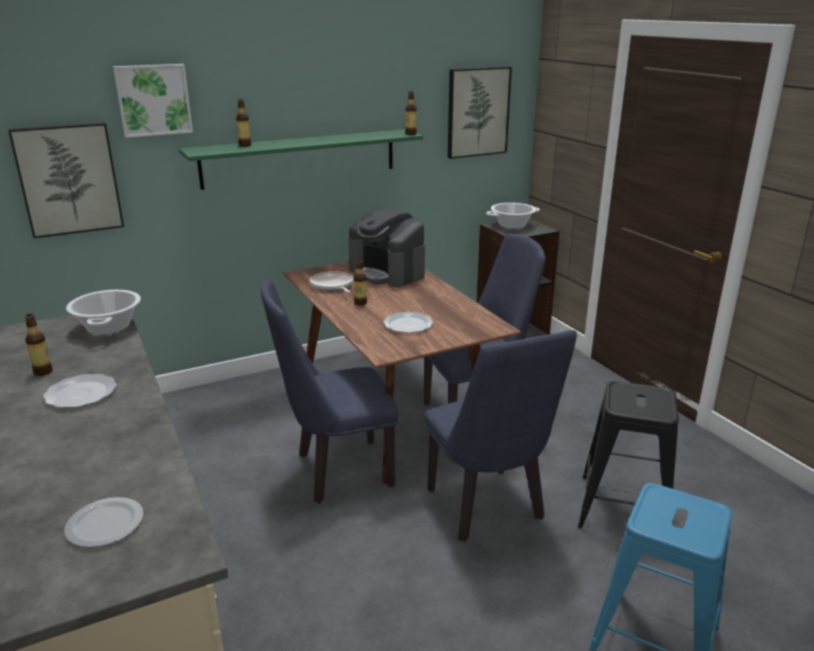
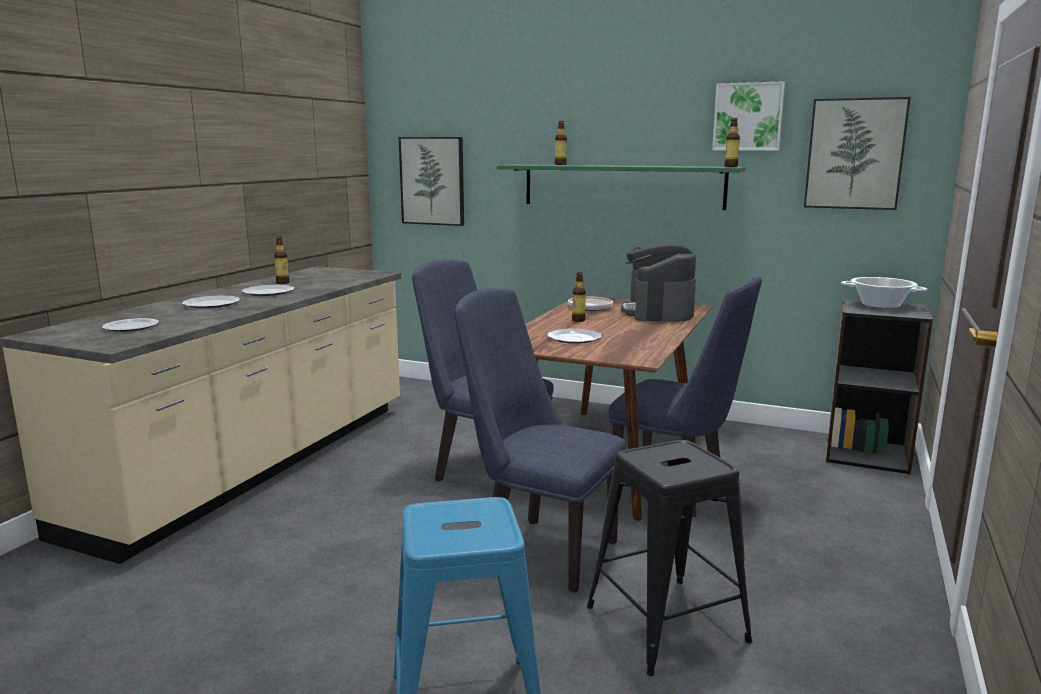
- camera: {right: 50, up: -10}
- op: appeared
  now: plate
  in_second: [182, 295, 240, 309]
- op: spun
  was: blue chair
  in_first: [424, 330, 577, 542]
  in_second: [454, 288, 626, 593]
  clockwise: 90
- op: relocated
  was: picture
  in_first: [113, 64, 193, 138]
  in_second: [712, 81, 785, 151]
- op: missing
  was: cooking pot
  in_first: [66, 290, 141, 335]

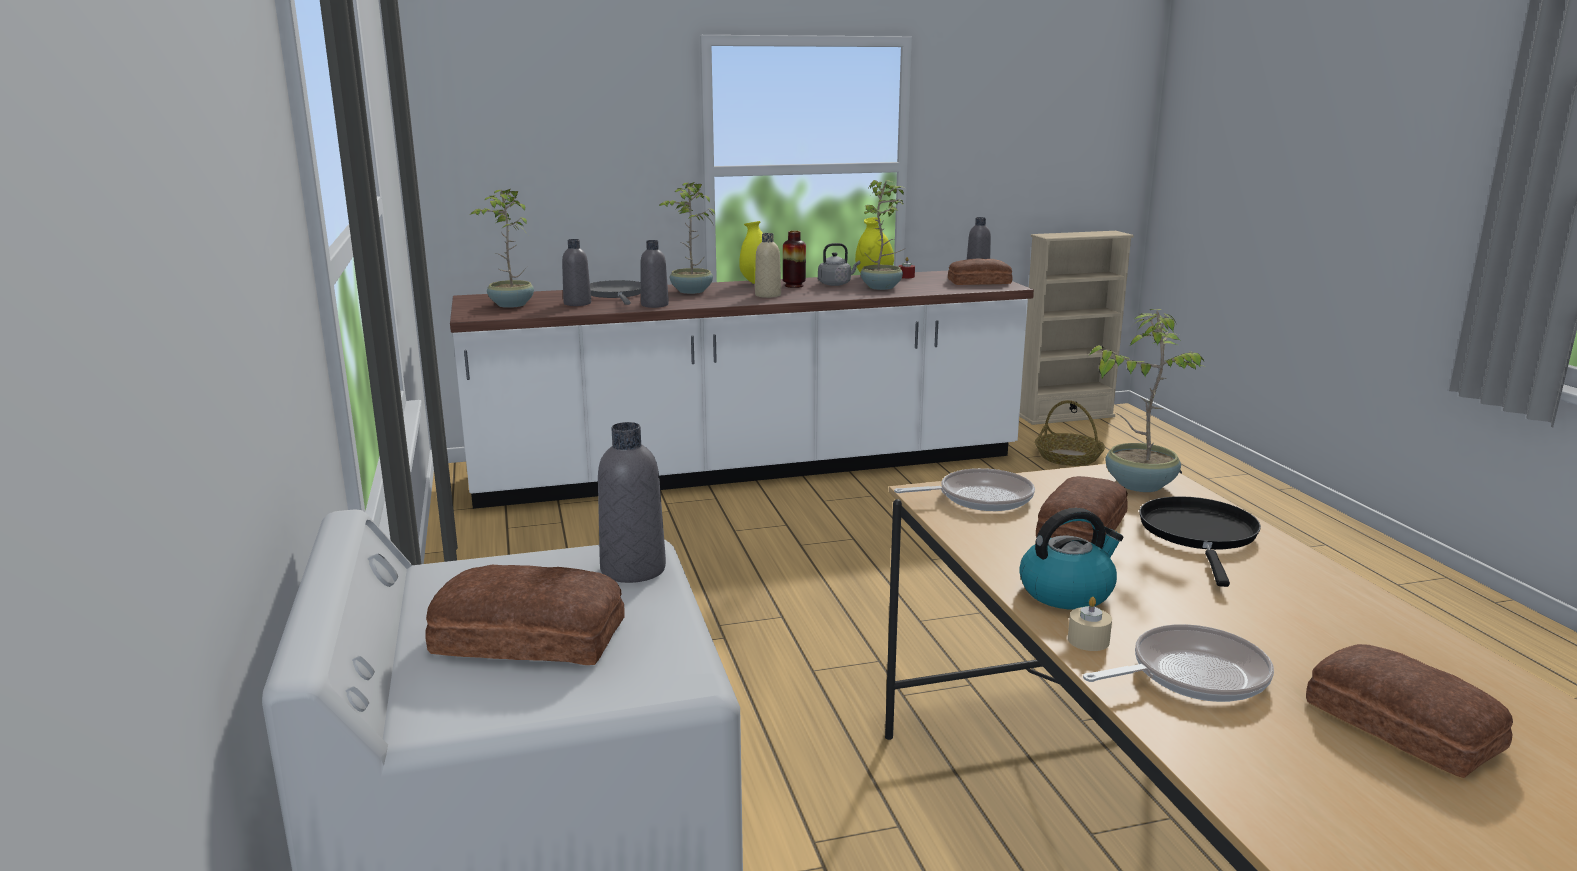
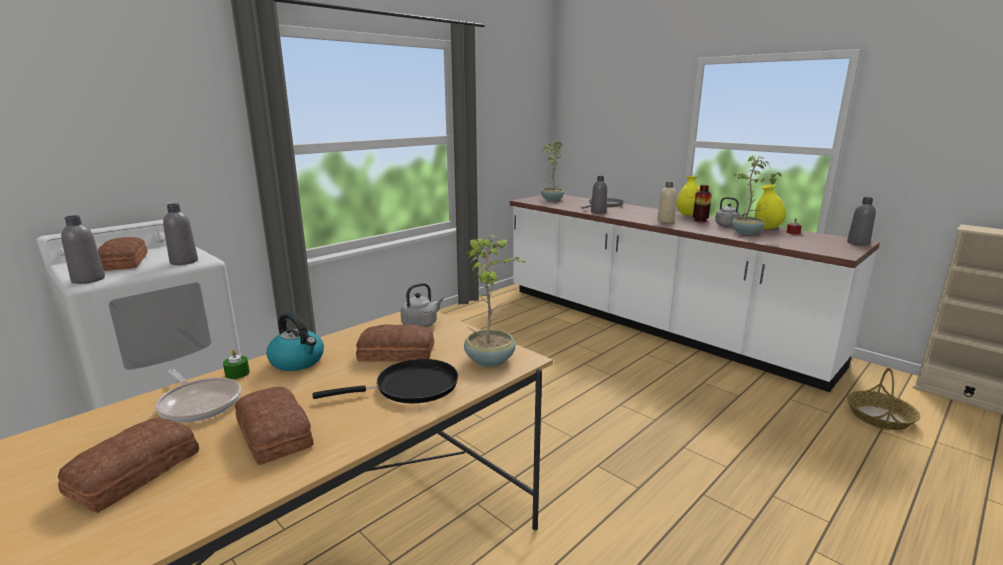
- camera: {right: 60, up: 0}
- op: relocated
  was: grey bottle
  in_first: [562, 239, 591, 306]
  in_second: [61, 215, 105, 284]
- op: colour
  was: beige candle
  now: green candle
  in_first: [1068, 597, 1112, 651]
  in_second: [223, 350, 250, 379]
- op: relocated
  was: bread
  in_first: [948, 258, 1013, 285]
  in_second: [235, 387, 314, 465]
- op: exchanged
  was: frying pan
  now: grey kettle
  in_first: [894, 468, 1035, 511]
  in_second: [400, 283, 444, 328]
- op: missing
  was: potted plant
  in_first: [659, 182, 715, 294]

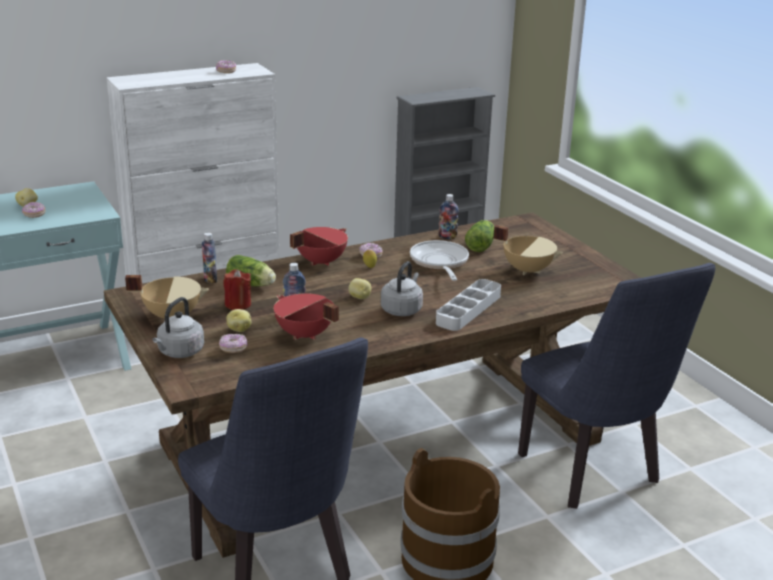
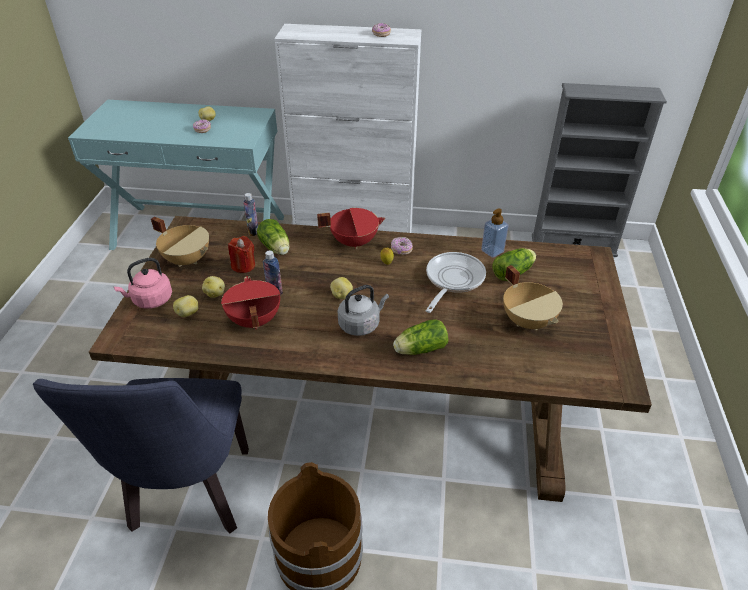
- camera: {right: 35, up: 15}
- op: colour
  was: grey kettle
  now: pink kettle
  in_first: [152, 297, 204, 358]
  in_second: [114, 258, 172, 309]
- op: exchanged
  was: donut
  now: potato
  in_first: [219, 334, 247, 353]
  in_second: [173, 295, 198, 317]
- op: exchanged
  was: grey tray
  now: lettuce
  in_first: [436, 279, 501, 331]
  in_second: [393, 319, 448, 355]
- op: exchanged
  was: bottle
  now: soap dispenser
  in_first: [438, 194, 459, 239]
  in_second: [481, 208, 509, 258]
- op: missing
  was: blue chair
  in_first: [518, 263, 715, 509]

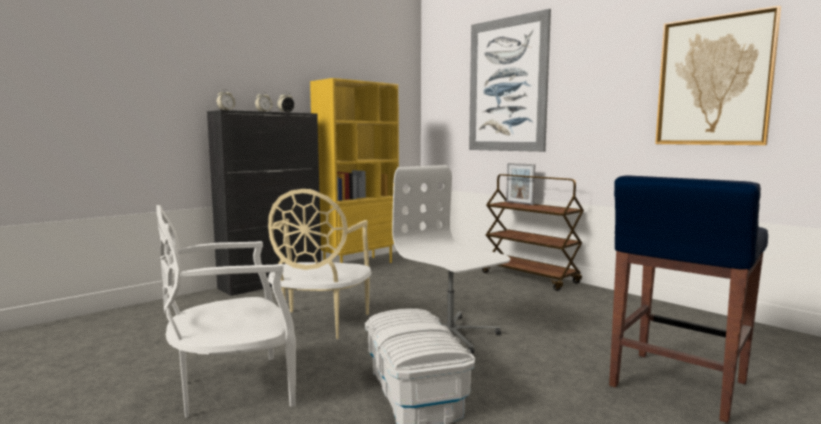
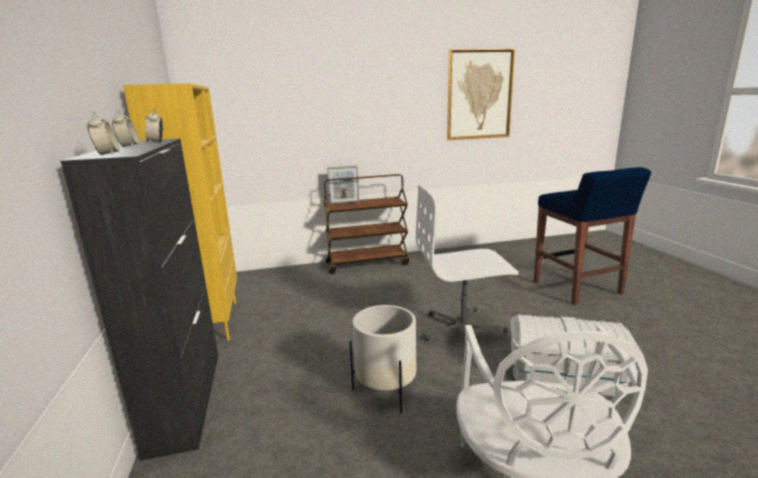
- camera: {right: -60, up: 10}
- op: exchanged
  was: beige chair
  now: white planter
  in_first: [268, 189, 371, 339]
  in_second: [349, 305, 417, 414]
- op: missing
  was: picture
  in_first: [469, 9, 551, 152]

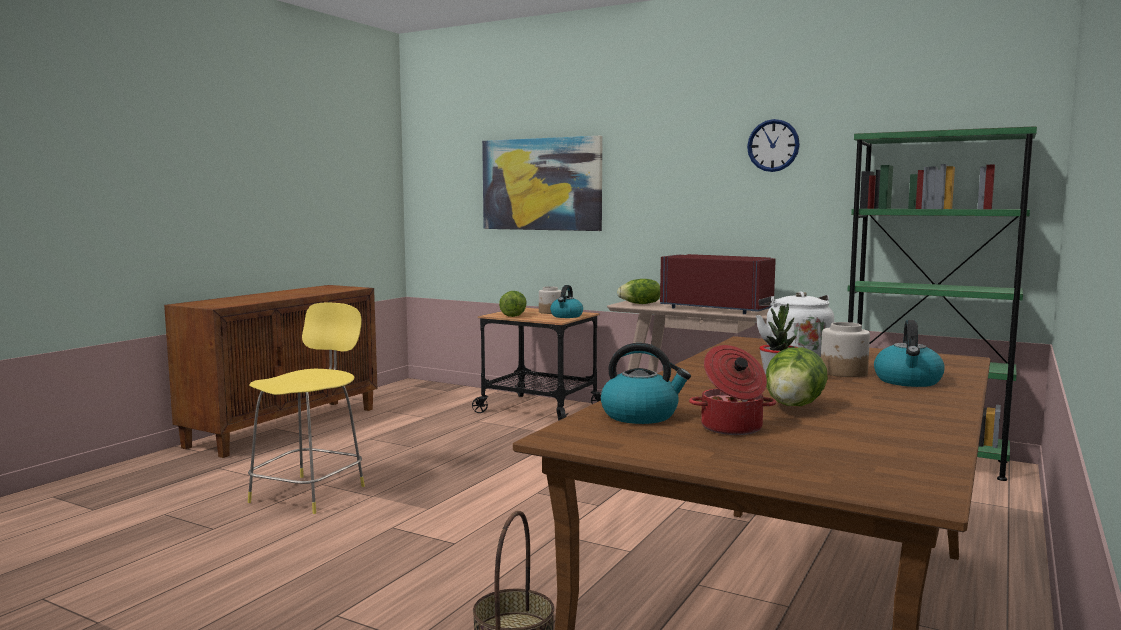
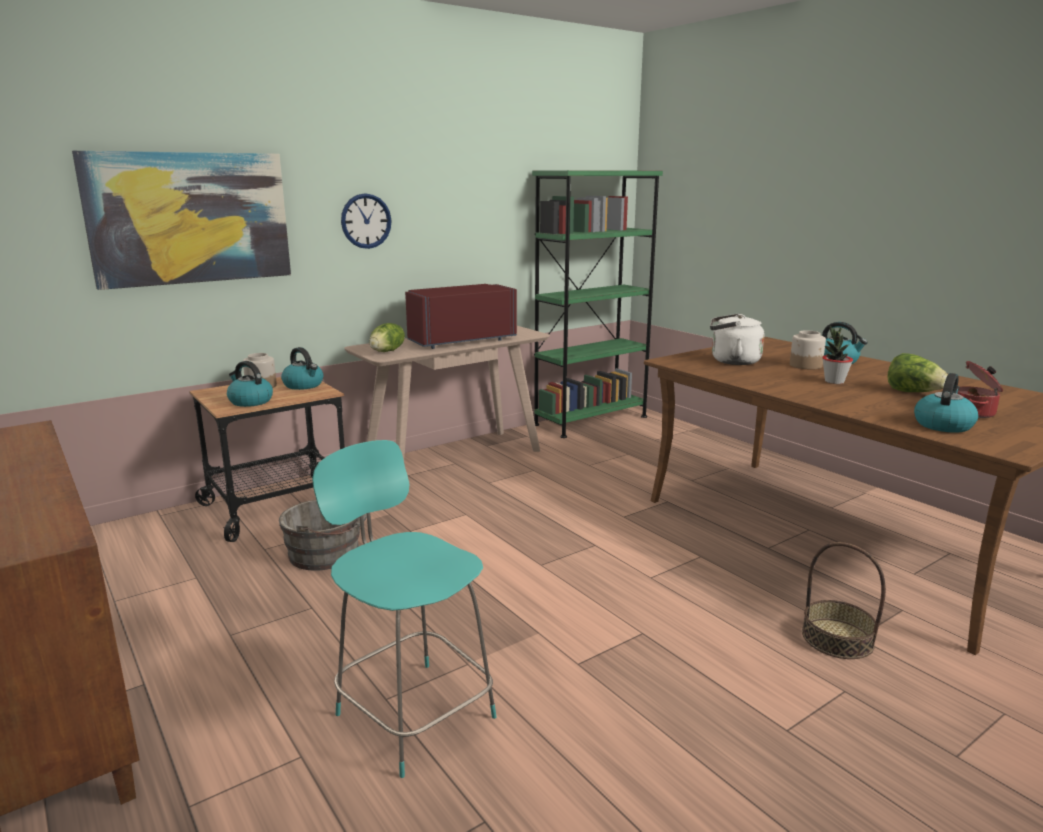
- camera: {right: -65, up: 10}
- op: exchanged
  was: lettuce
  now: kettle
  in_first: [499, 291, 527, 317]
  in_second: [227, 361, 273, 407]
- op: appeared
  now: grey bucket
  in_second: [279, 500, 367, 571]
- op: colour
  was: yellow stool
  now: turquoise stool
  in_first: [248, 302, 365, 514]
  in_second: [312, 440, 497, 778]
- op: relocated
  was: wall clock
  in_first: [747, 119, 800, 172]
  in_second: [341, 193, 392, 249]

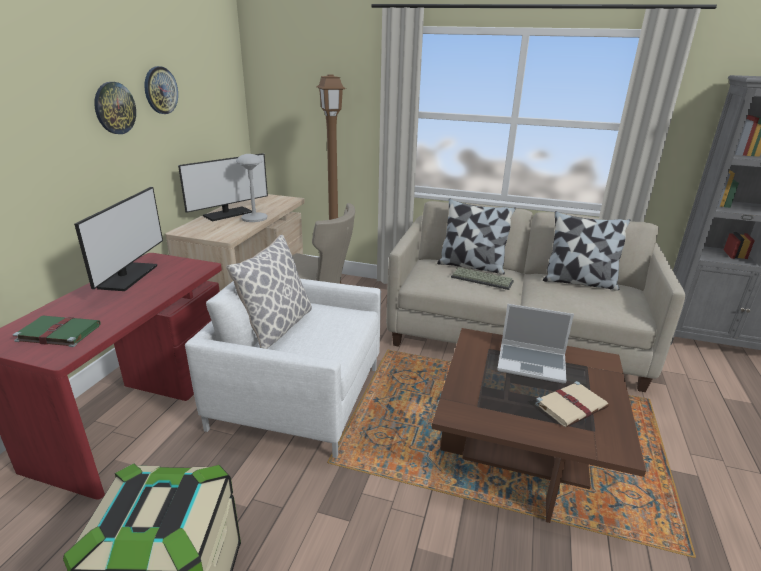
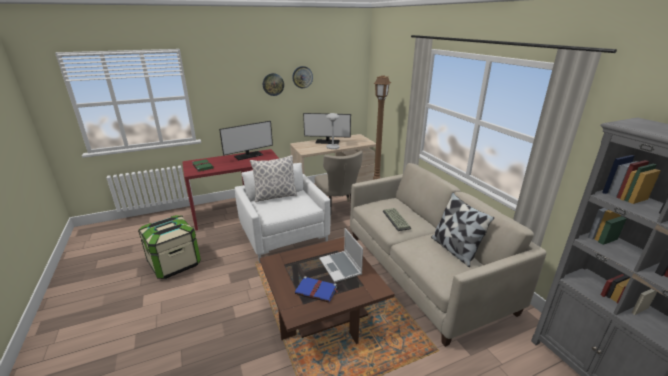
- camera: {right: 50, up: 0}
- op: colour
  was: beige book
  now: blue book
  in_first: [535, 381, 609, 427]
  in_second: [295, 276, 338, 302]
- op: missing
  was: pillow
  in_first: [437, 199, 516, 275]

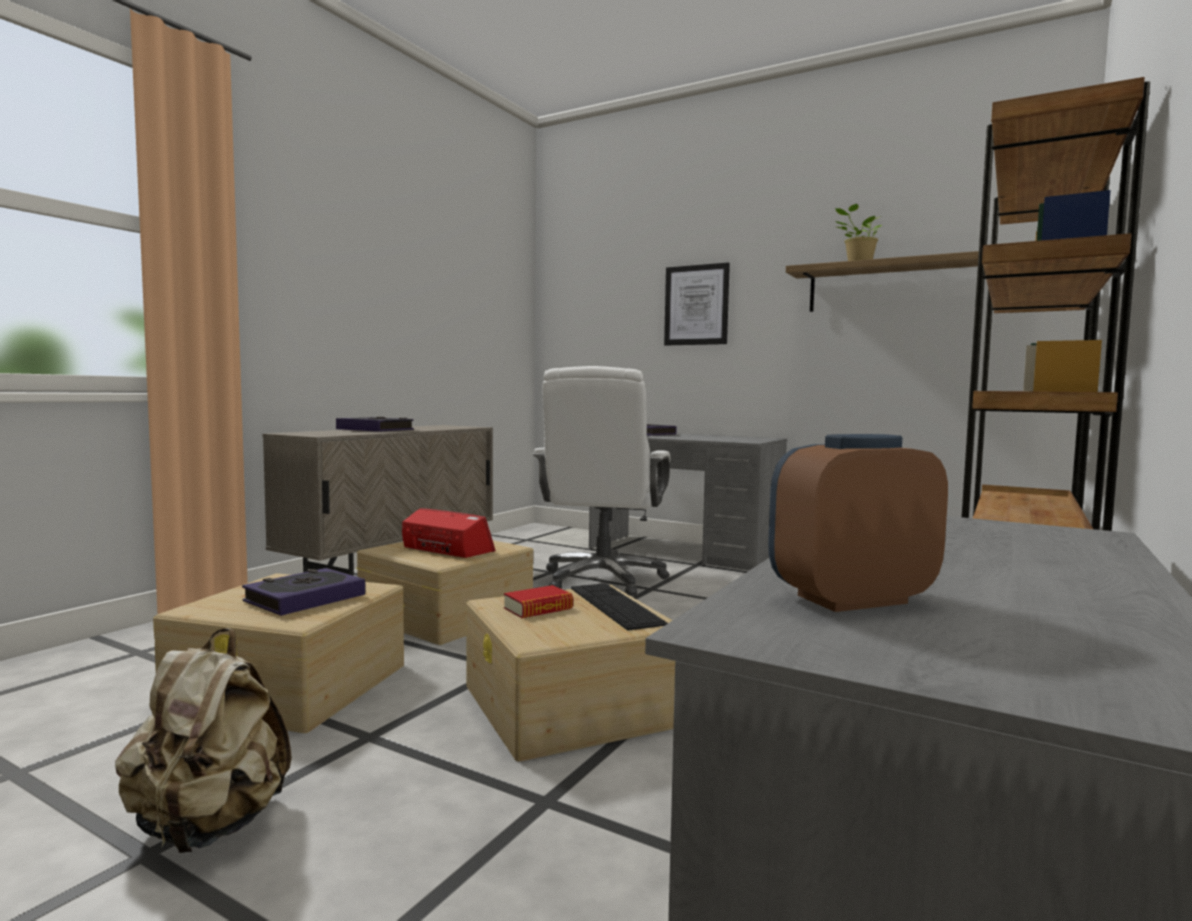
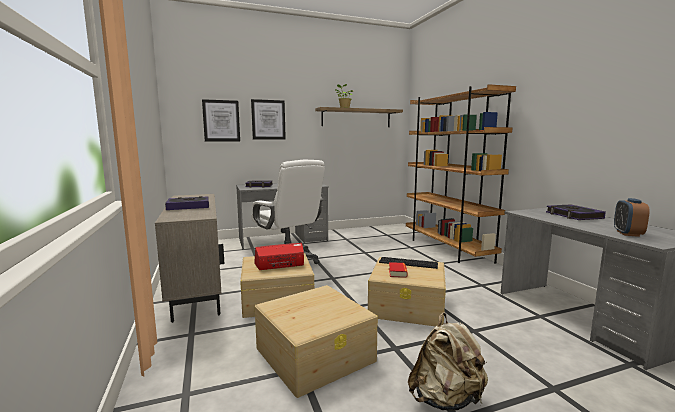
- camera: {right: -50, up: 5}
- op: appeared
  now: picture
  in_second: [202, 99, 240, 141]
- op: relocated
  was: book
  in_first: [242, 568, 365, 616]
  in_second: [546, 204, 606, 220]

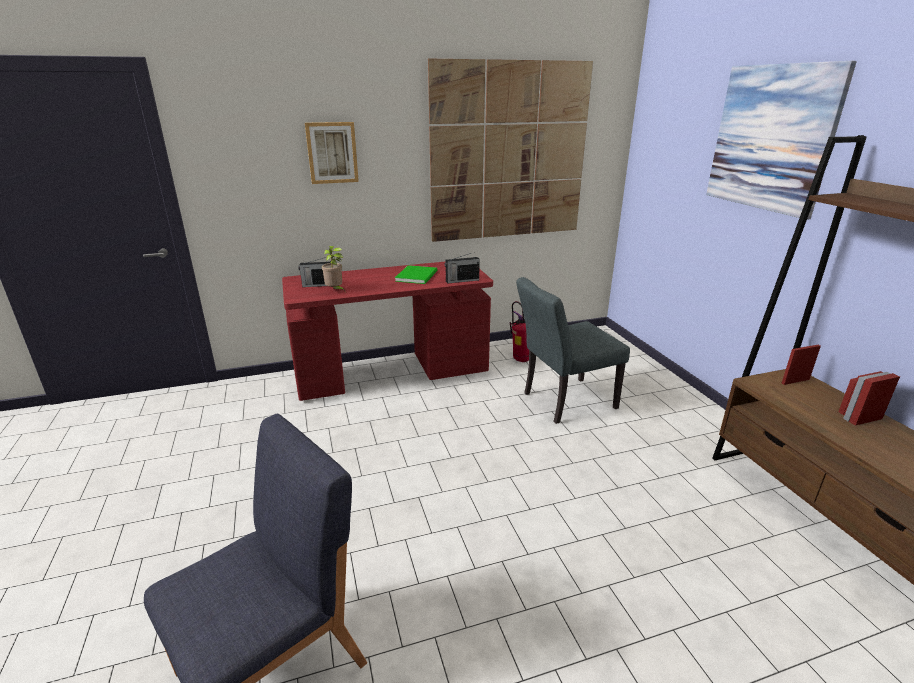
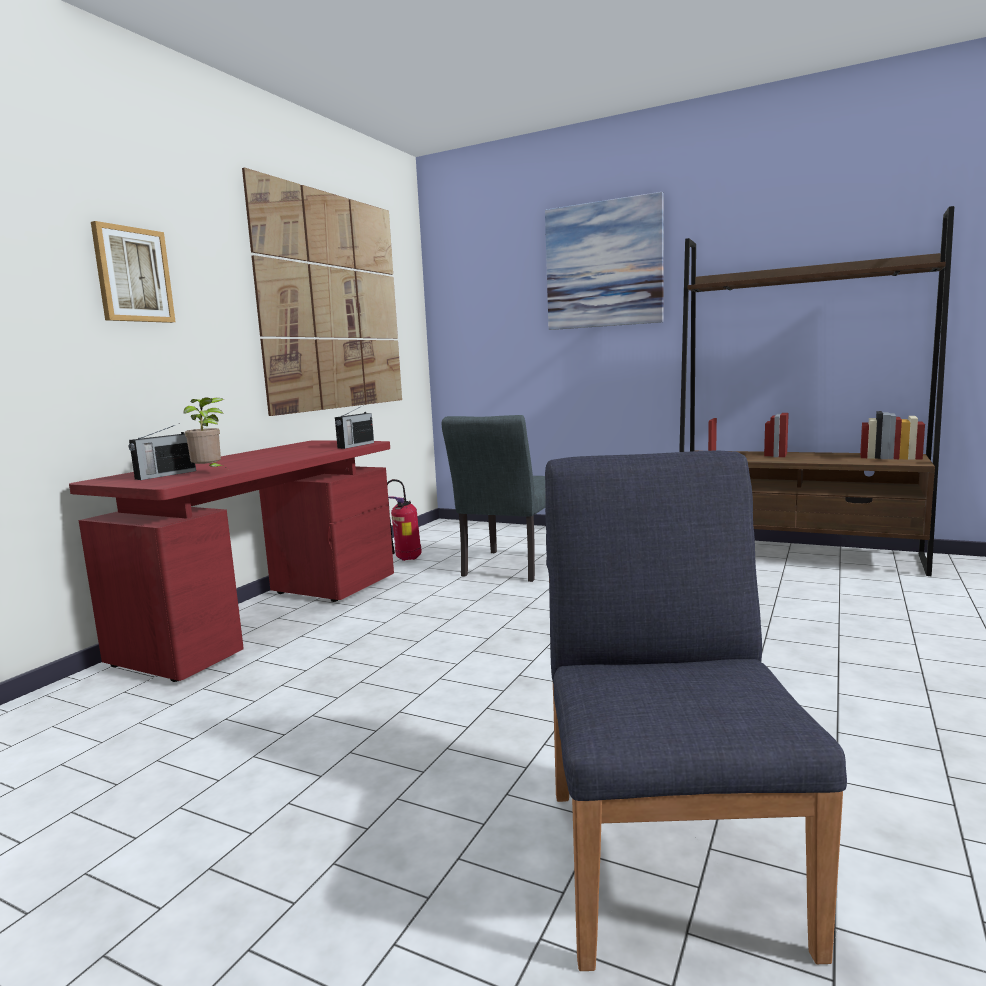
- camera: {right: -45, up: -15}
- op: missing
  was: green book
  in_first: [395, 265, 437, 284]

